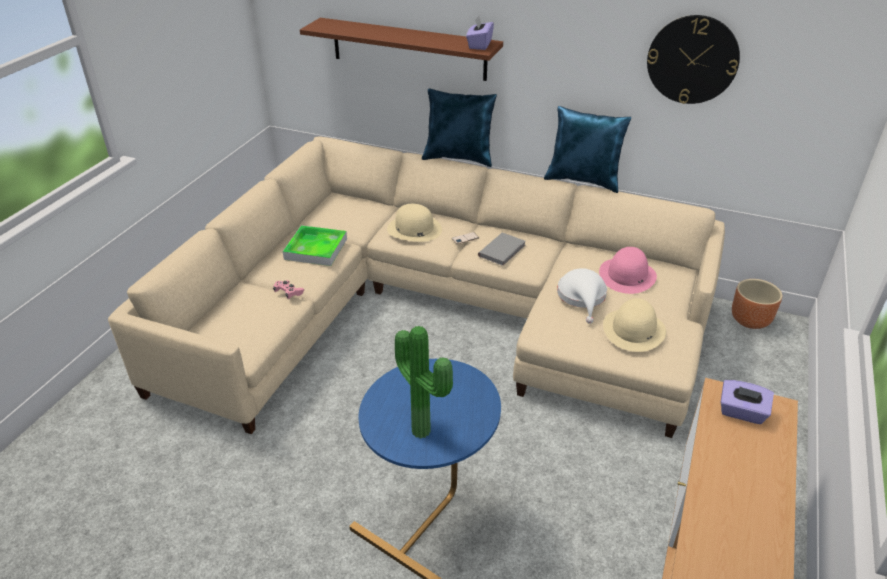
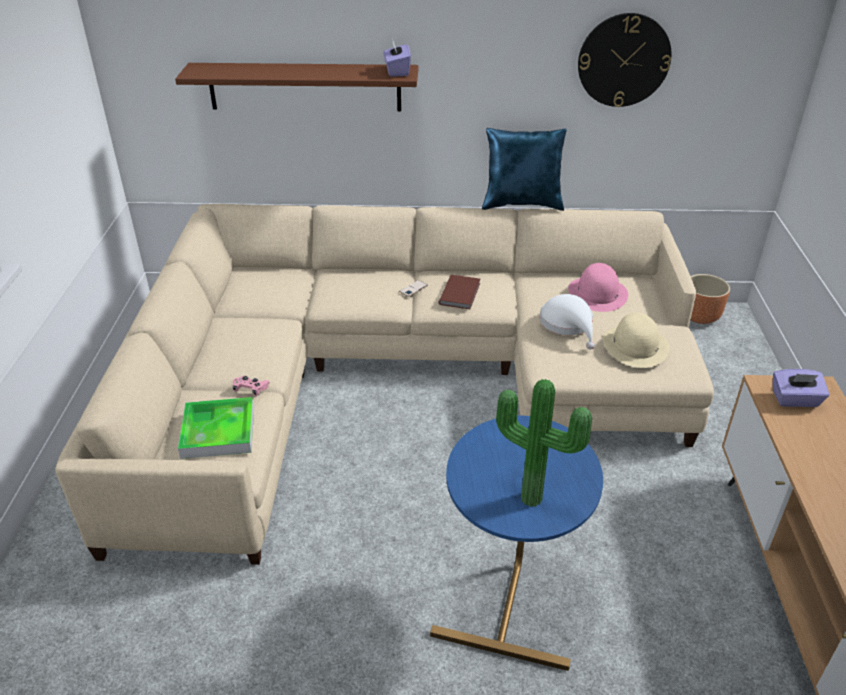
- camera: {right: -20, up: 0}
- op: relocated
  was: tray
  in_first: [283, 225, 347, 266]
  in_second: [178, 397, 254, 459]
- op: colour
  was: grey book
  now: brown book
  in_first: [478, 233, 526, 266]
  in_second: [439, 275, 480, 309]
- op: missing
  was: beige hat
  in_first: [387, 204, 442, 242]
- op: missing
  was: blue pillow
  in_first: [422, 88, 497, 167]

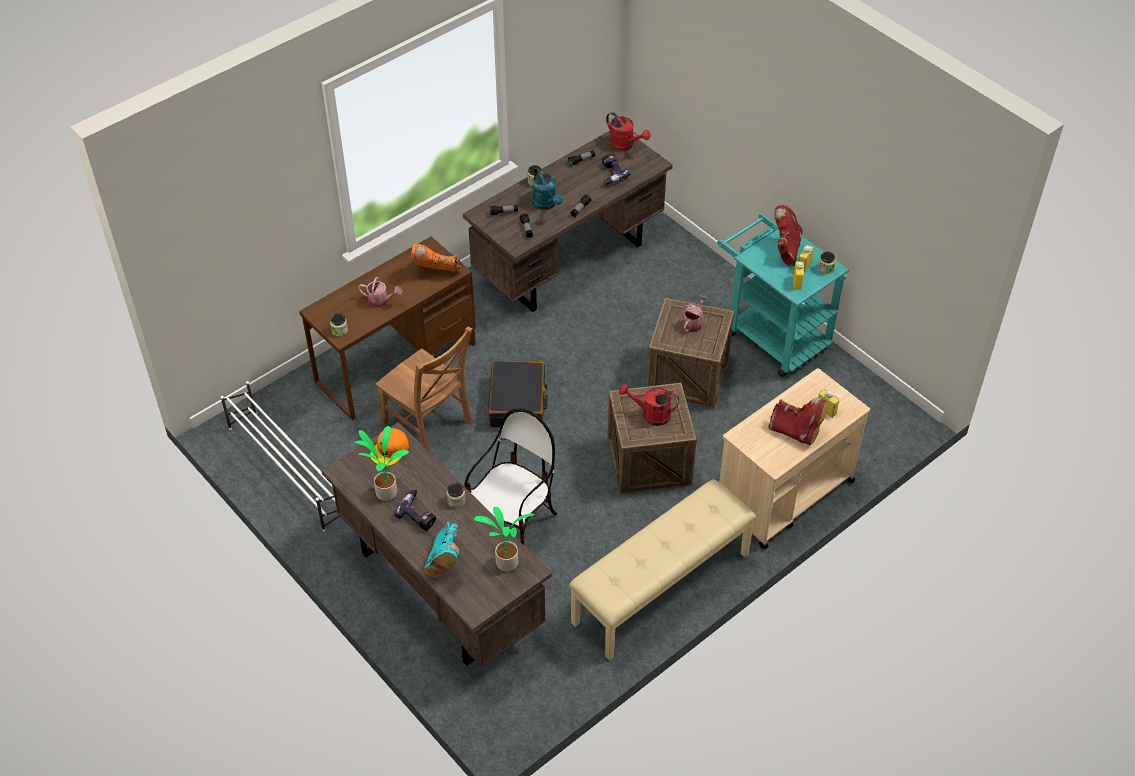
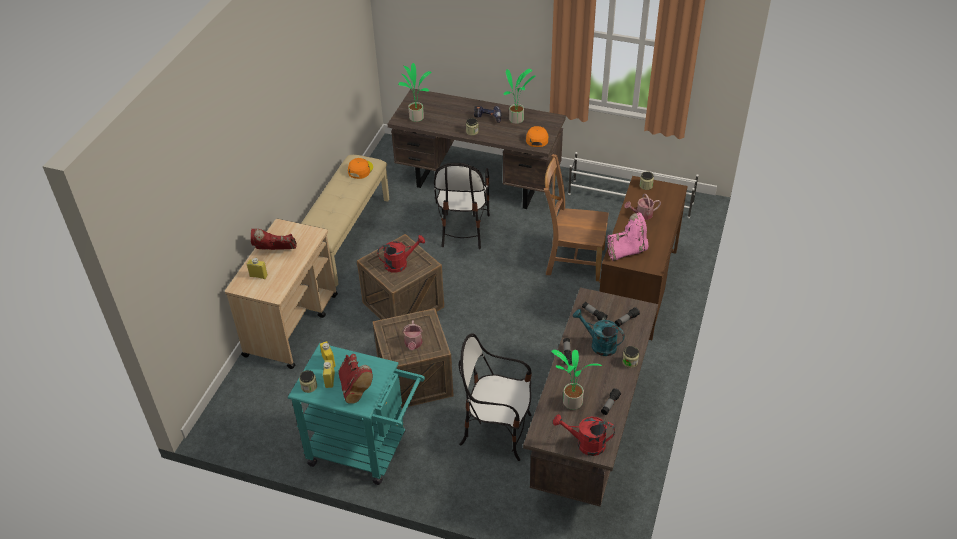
- camera: {right: 150, up: -5}
- op: appeared
  now: orange cap
  in_second: [348, 158, 373, 179]
- op: appeared
  now: chair
  in_second: [459, 333, 532, 461]
- op: exchanged
  was: power drill
  now: potted plant
  in_first: [602, 154, 630, 185]
  in_second: [551, 350, 602, 410]
- op: colour
  was: orange boot
  now: pink boot
  in_first: [411, 243, 462, 272]
  in_second: [608, 212, 648, 261]
- op: missing
  was: turquoise boot
  in_first: [424, 522, 459, 578]
- op: missing
  was: black suitcase
  in_first: [488, 361, 548, 428]

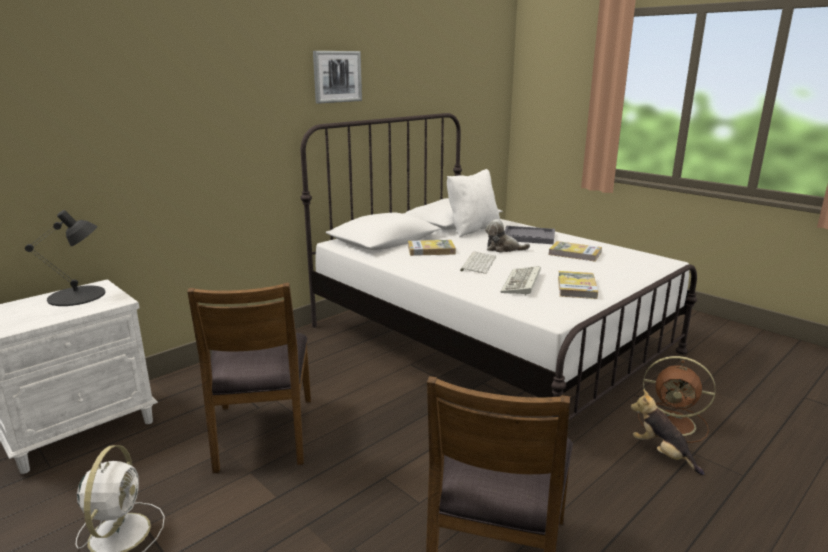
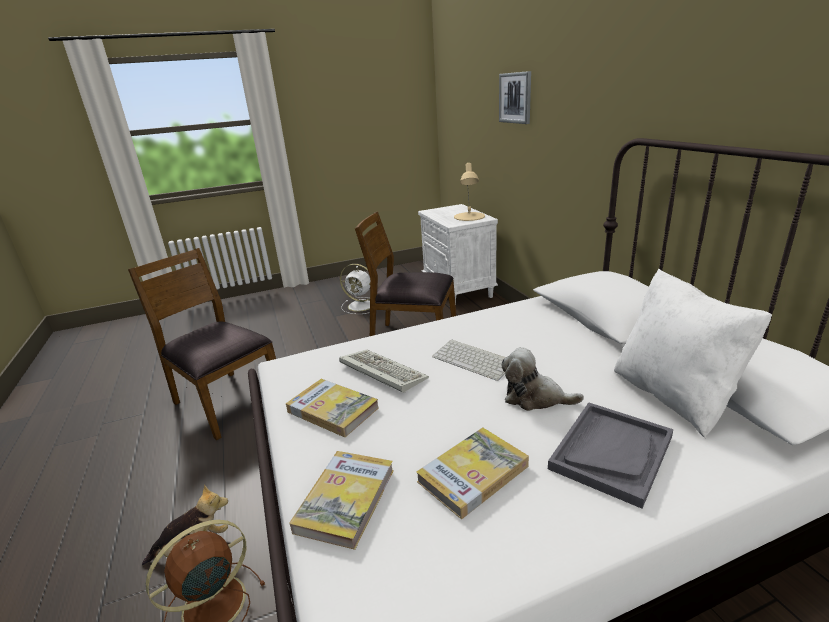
- camera: {right: 115, up: 5}
- op: relocated
  was: book
  in_first: [408, 240, 456, 256]
  in_second: [290, 451, 394, 550]
- op: colour
  was: black table lamp
  now: beige table lamp
  in_first: [25, 210, 105, 306]
  in_second: [454, 163, 485, 221]
- op: relocated
  was: picture
  in_first: [313, 51, 362, 103]
  in_second: [499, 71, 531, 124]
- op: spun
  was: plush toy
  in_first: [485, 219, 530, 252]
  in_second: [502, 347, 584, 411]
  clockwise: -105

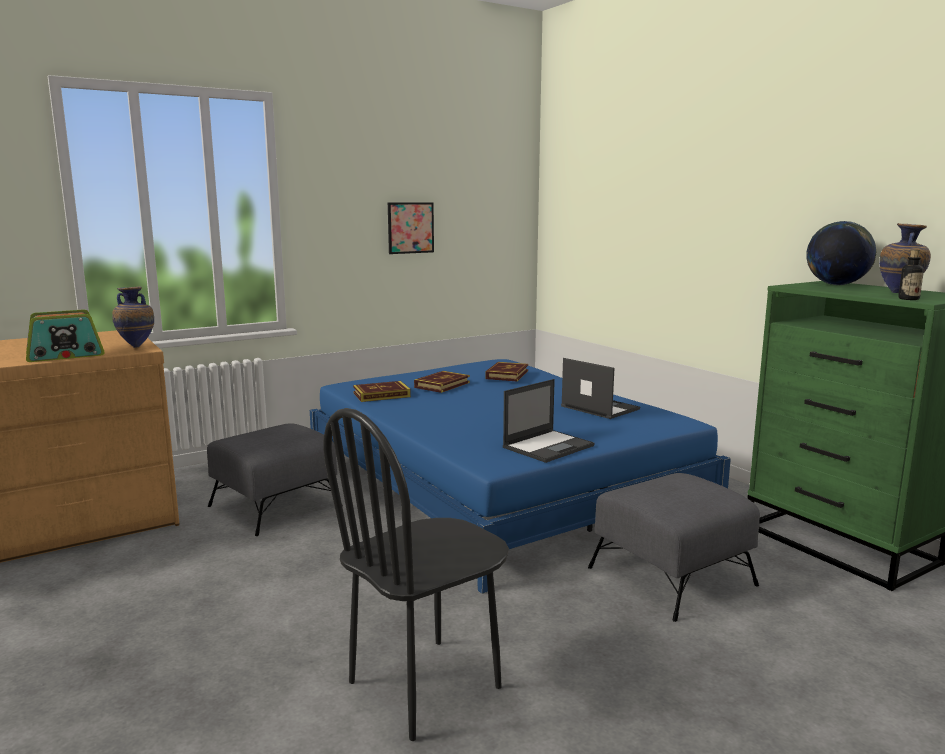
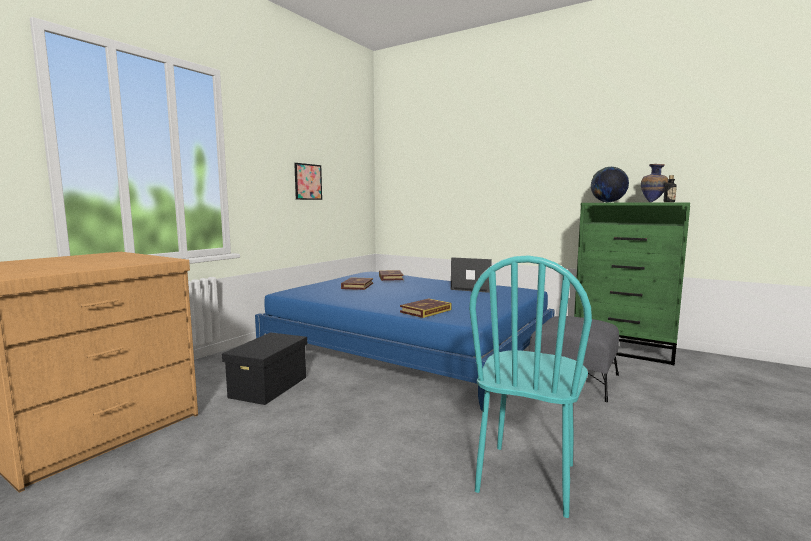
- camera: {right: -25, up: -5}
- op: exchanged
  was: grey ottoman
  now: black storage box
  in_first: [207, 423, 343, 536]
  in_second: [222, 332, 307, 405]
- op: relocated
  was: book
  in_first: [353, 381, 411, 402]
  in_second: [400, 298, 452, 318]
- op: colour
  was: black chair
  now: turquoise chair
  in_first: [323, 408, 509, 741]
  in_second: [469, 255, 592, 518]
- op: missing
  was: radio
  in_first: [26, 309, 104, 362]
- op: missing
  was: vase
  in_first: [112, 286, 154, 348]
- op: missing
  was: laptop
  in_first: [503, 379, 594, 463]

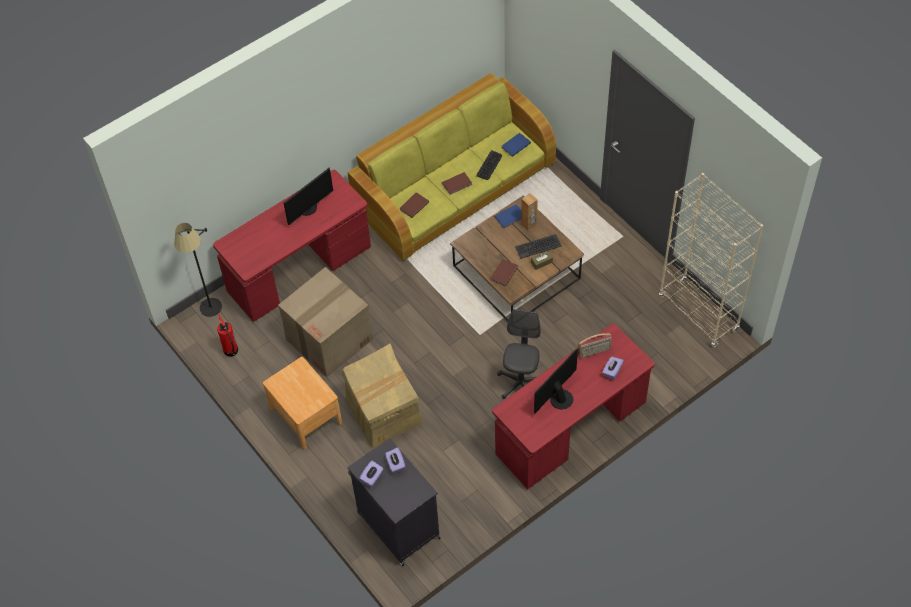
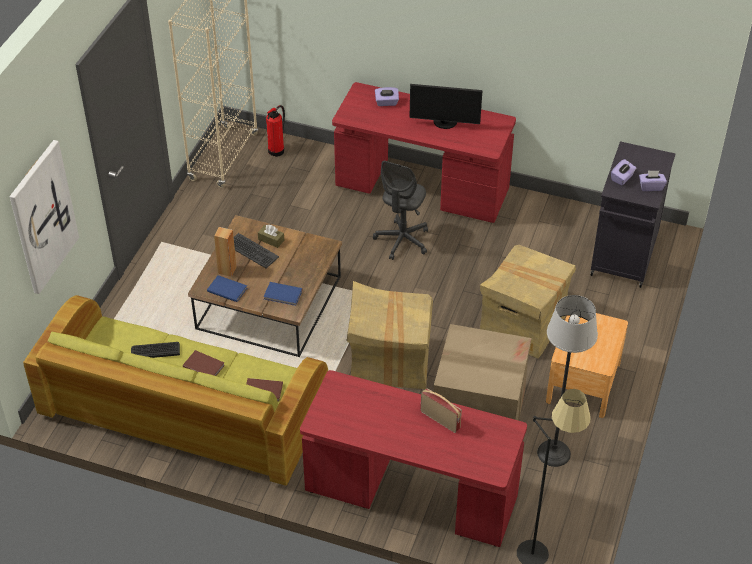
- camera: {right: -125, up: -10}
- op: appeared
  now: picture
  in_second: [9, 140, 79, 294]
- op: relocated
  was: blue book
  in_first: [502, 133, 531, 157]
  in_second: [263, 282, 303, 306]
- op: relocated
  was: fire extinguisher
  in_first: [217, 314, 238, 357]
  in_second: [266, 105, 285, 157]
- op: appeared
  now: cardboard box
  in_second: [346, 281, 433, 389]
- op: spun
  was: grey office chair
  in_first: [497, 309, 541, 399]
  in_second: [373, 161, 428, 260]
  clockwise: -45
- op: relocated
  was: radio
  in_first: [578, 333, 612, 358]
  in_second: [421, 388, 462, 433]
- op: appeared
  now: floor lamp
  in_second: [537, 295, 598, 467]
- op: missing
  was: monitor
  in_first: [283, 167, 333, 225]
- op: missing
  was: brown book
  in_first: [491, 259, 518, 287]

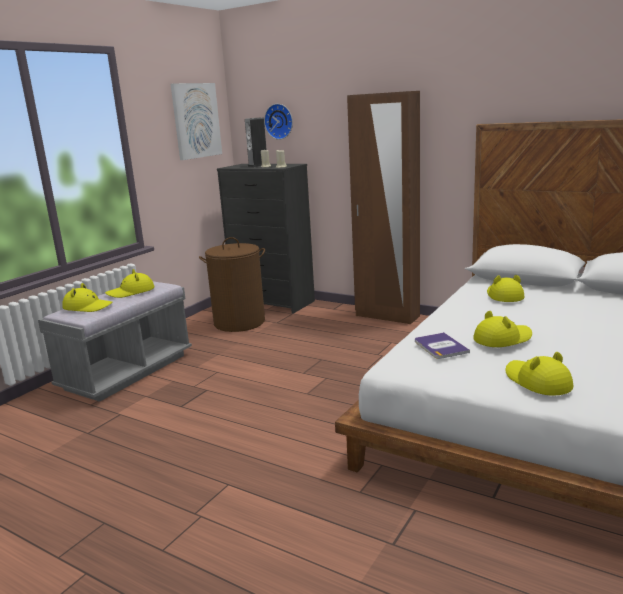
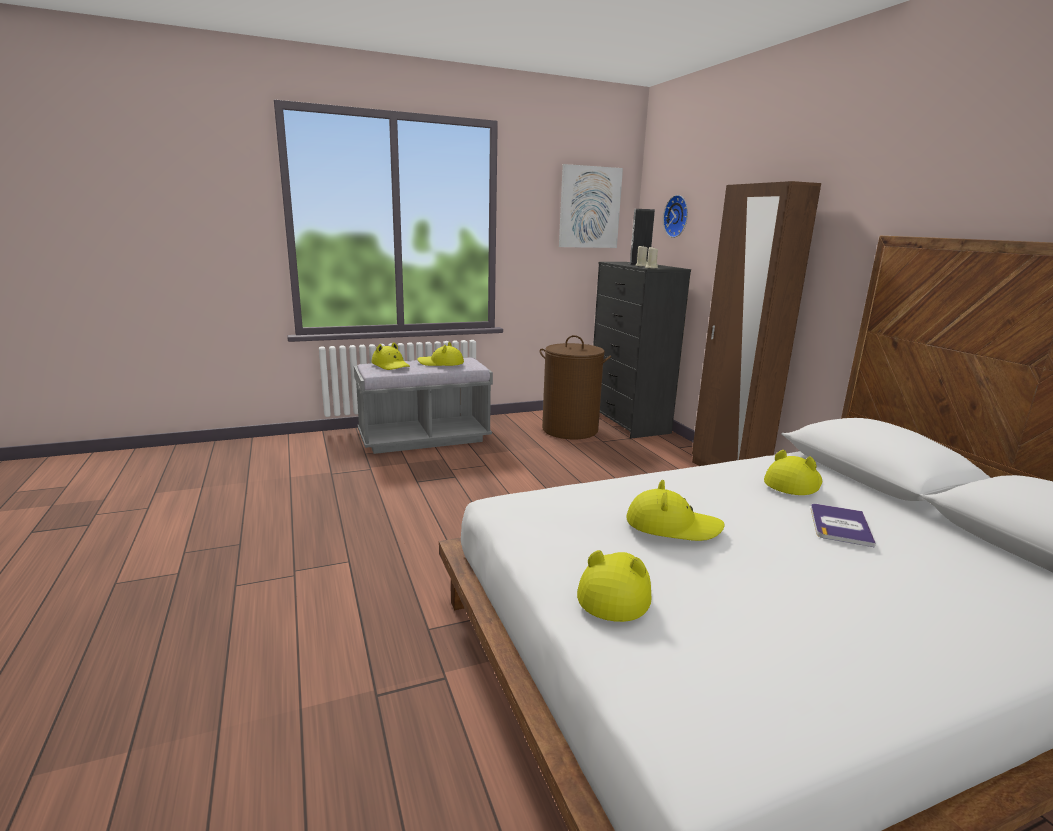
- camera: {right: 35, up: 0}
- op: relocated
  was: book
  in_first: [415, 332, 470, 359]
  in_second: [811, 504, 876, 547]

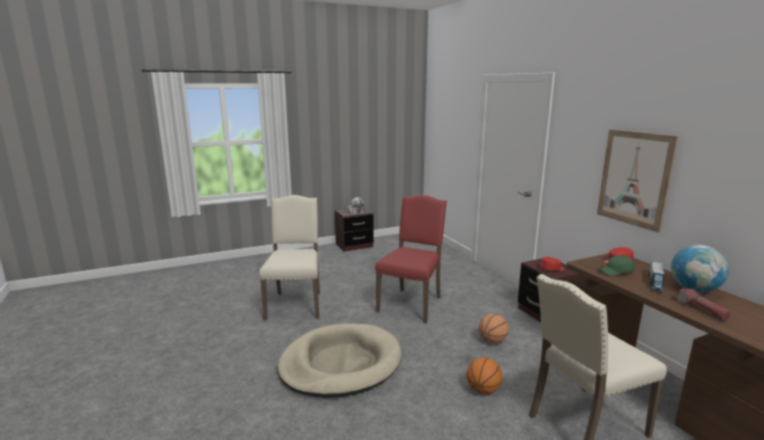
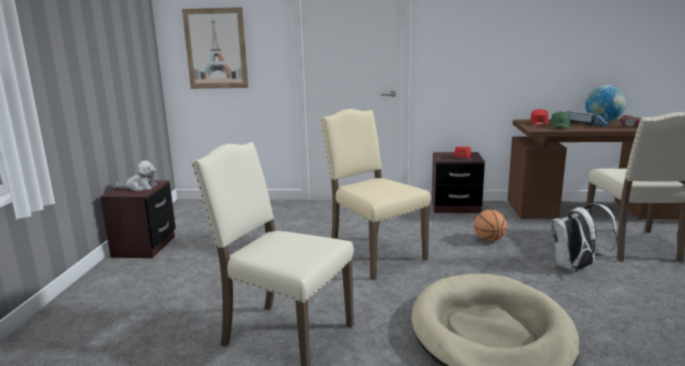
- camera: {right: -60, up: 0}
- op: relocated
  was: picture
  in_first: [597, 129, 678, 233]
  in_second: [182, 7, 249, 89]
- op: colour
  was: red chair
  now: beige chair
  in_first: [375, 195, 447, 323]
  in_second: [320, 109, 431, 280]
- op: exchanged
  was: basketball
  now: white backpack
  in_first: [467, 357, 502, 394]
  in_second: [551, 203, 617, 272]

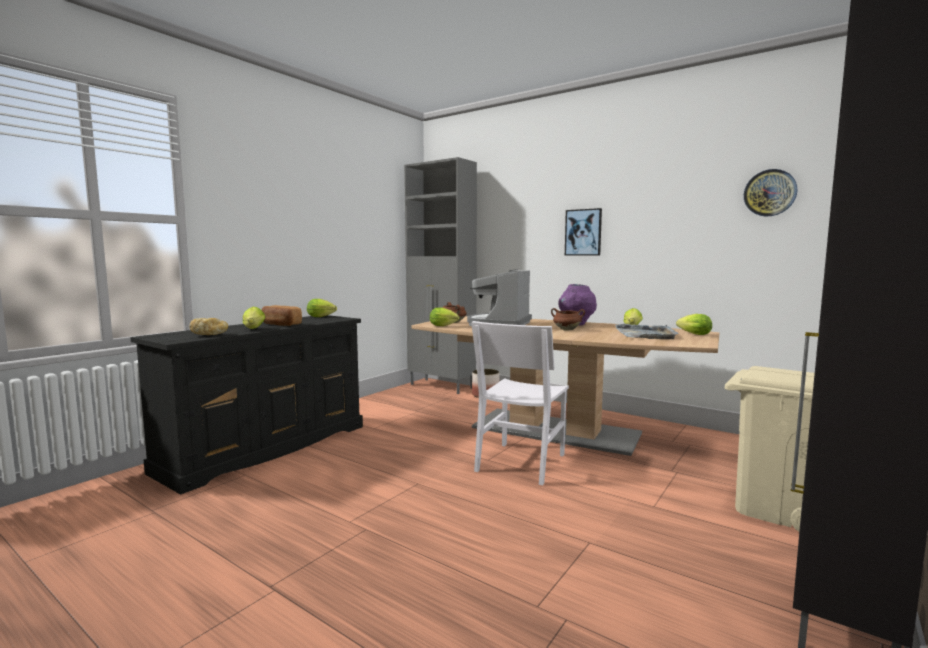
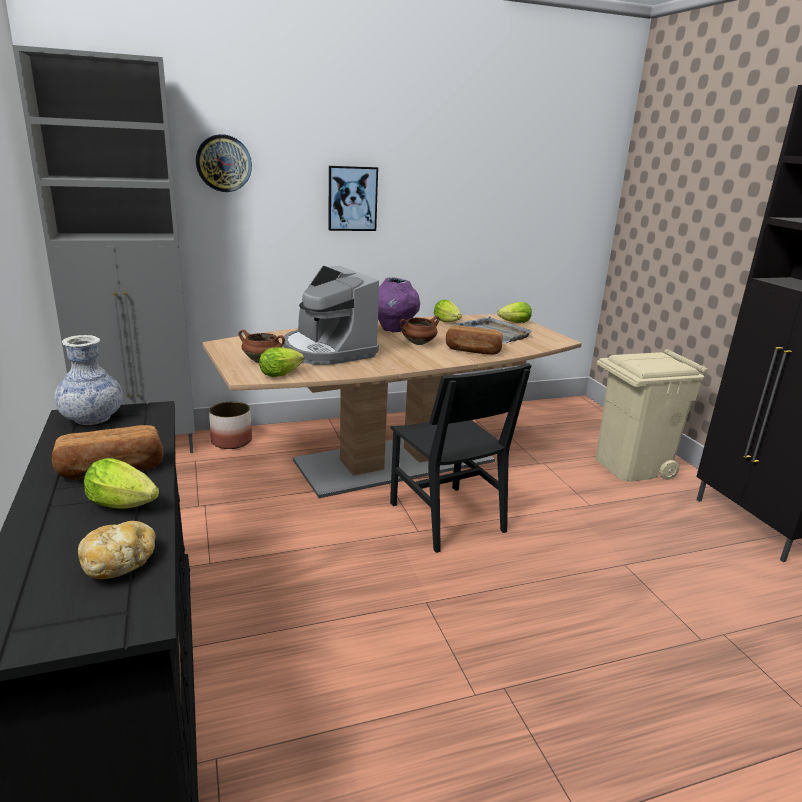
- camera: {right: -55, up: 15}
- op: exchanged
  was: lettuce
  now: vase
  in_first: [307, 299, 337, 317]
  in_second: [55, 335, 123, 425]
- op: relocated
  was: wall clock
  in_first: [744, 169, 797, 216]
  in_second: [196, 134, 252, 192]
- op: colour
  was: white chair
  now: black chair
  in_first: [471, 321, 569, 485]
  in_second: [390, 363, 532, 553]
- op: appeared
  now: bread
  in_second: [446, 325, 503, 355]

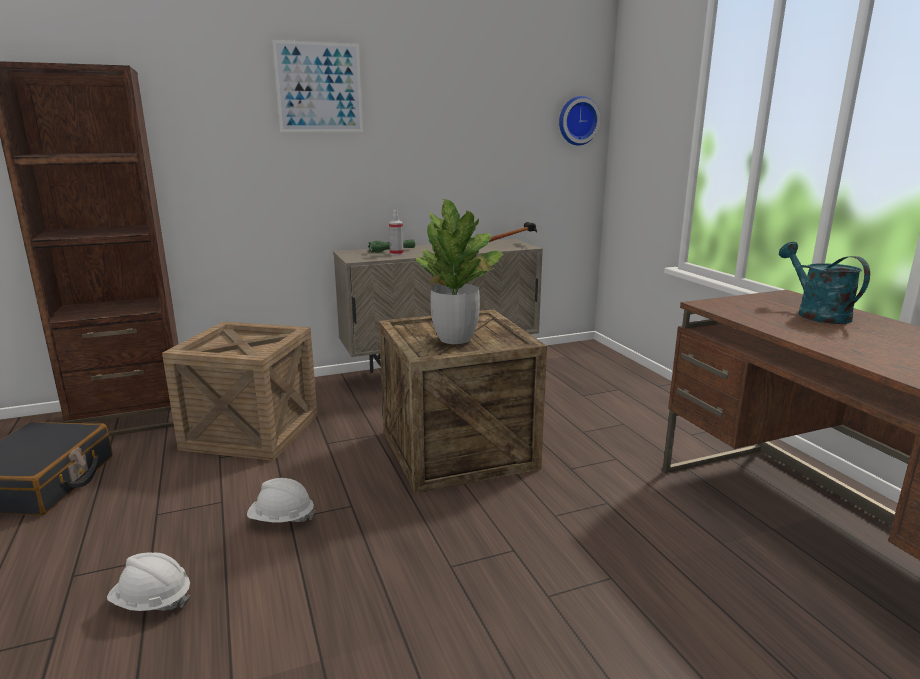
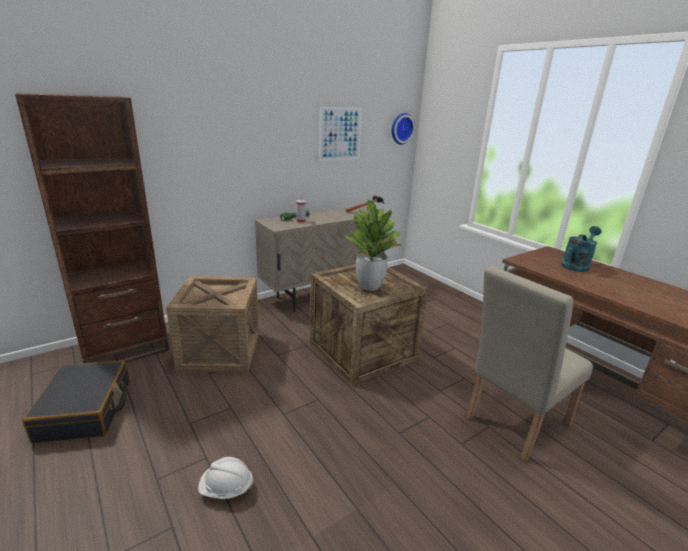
- camera: {right: -15, up: 5}
- op: relocated
  was: picture
  in_first: [272, 40, 363, 132]
  in_second: [319, 107, 362, 161]
- op: appeared
  now: beige chair
  in_second: [466, 266, 593, 461]
- op: spun
  was: turquoise watering can
  in_first: [779, 242, 870, 324]
  in_second: [561, 226, 602, 272]
  clockwise: 75
- op: missing
  was: white hard hat
  in_first: [247, 478, 315, 523]

